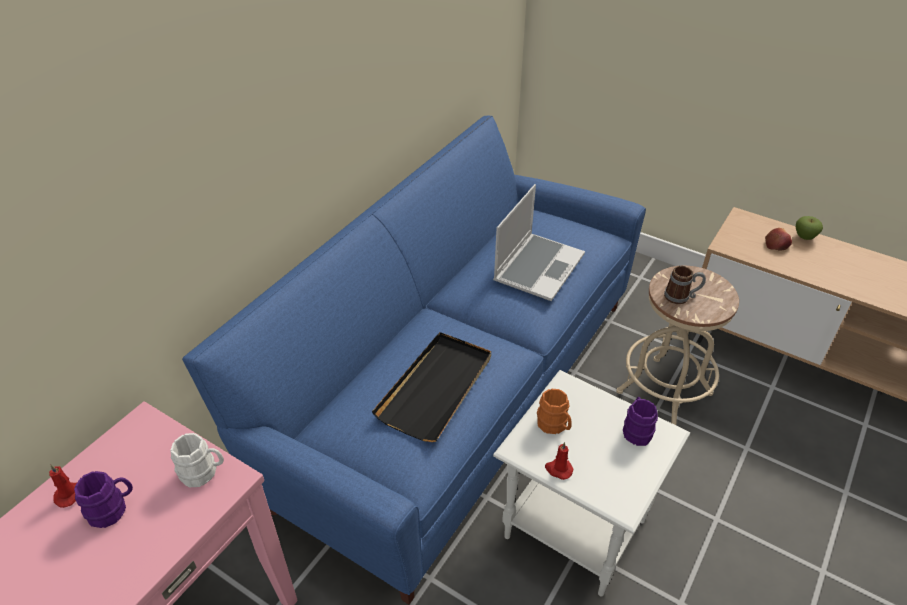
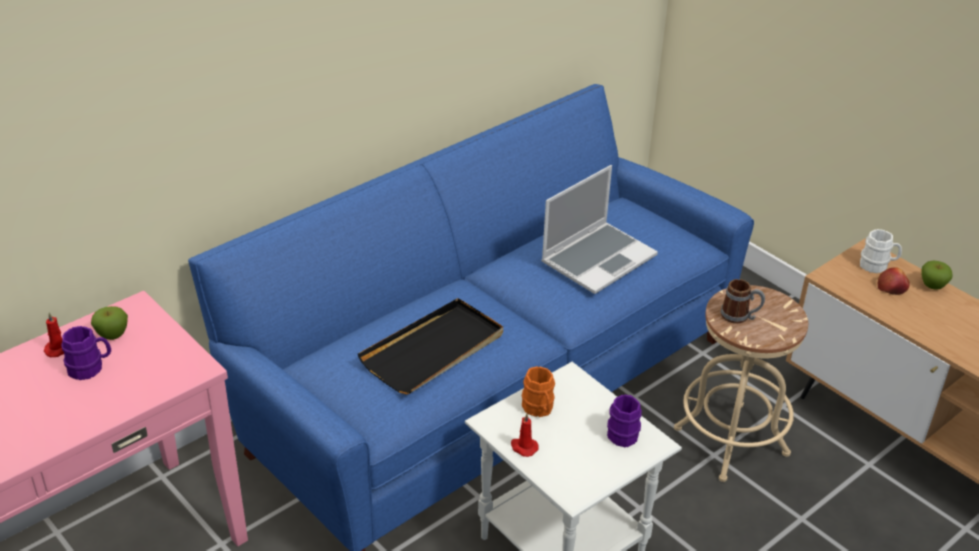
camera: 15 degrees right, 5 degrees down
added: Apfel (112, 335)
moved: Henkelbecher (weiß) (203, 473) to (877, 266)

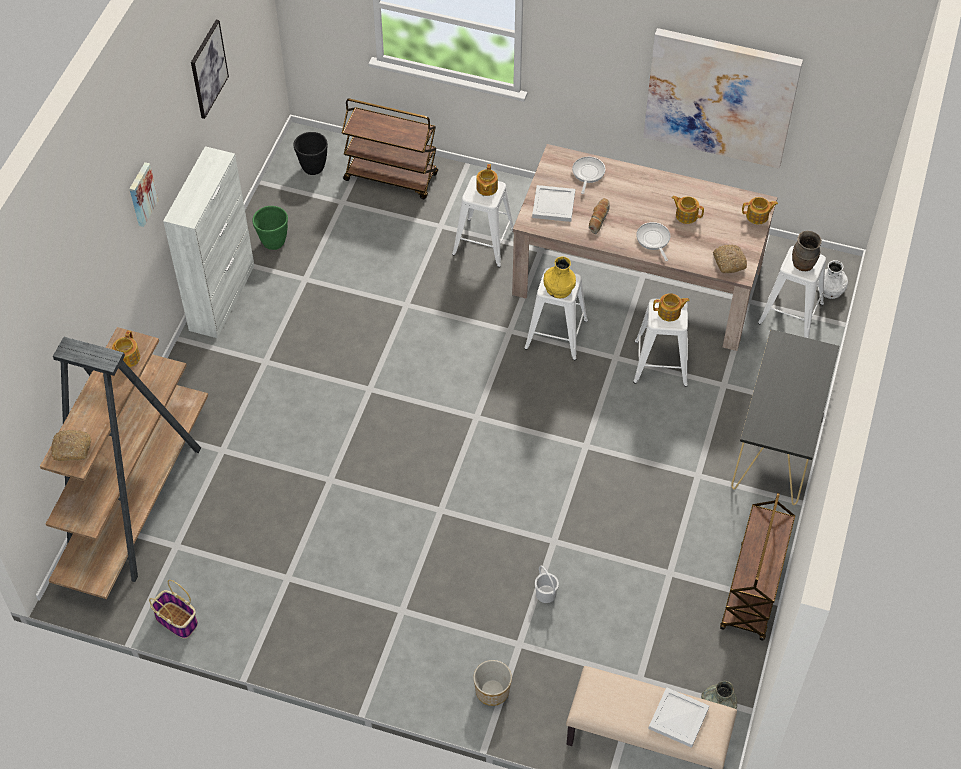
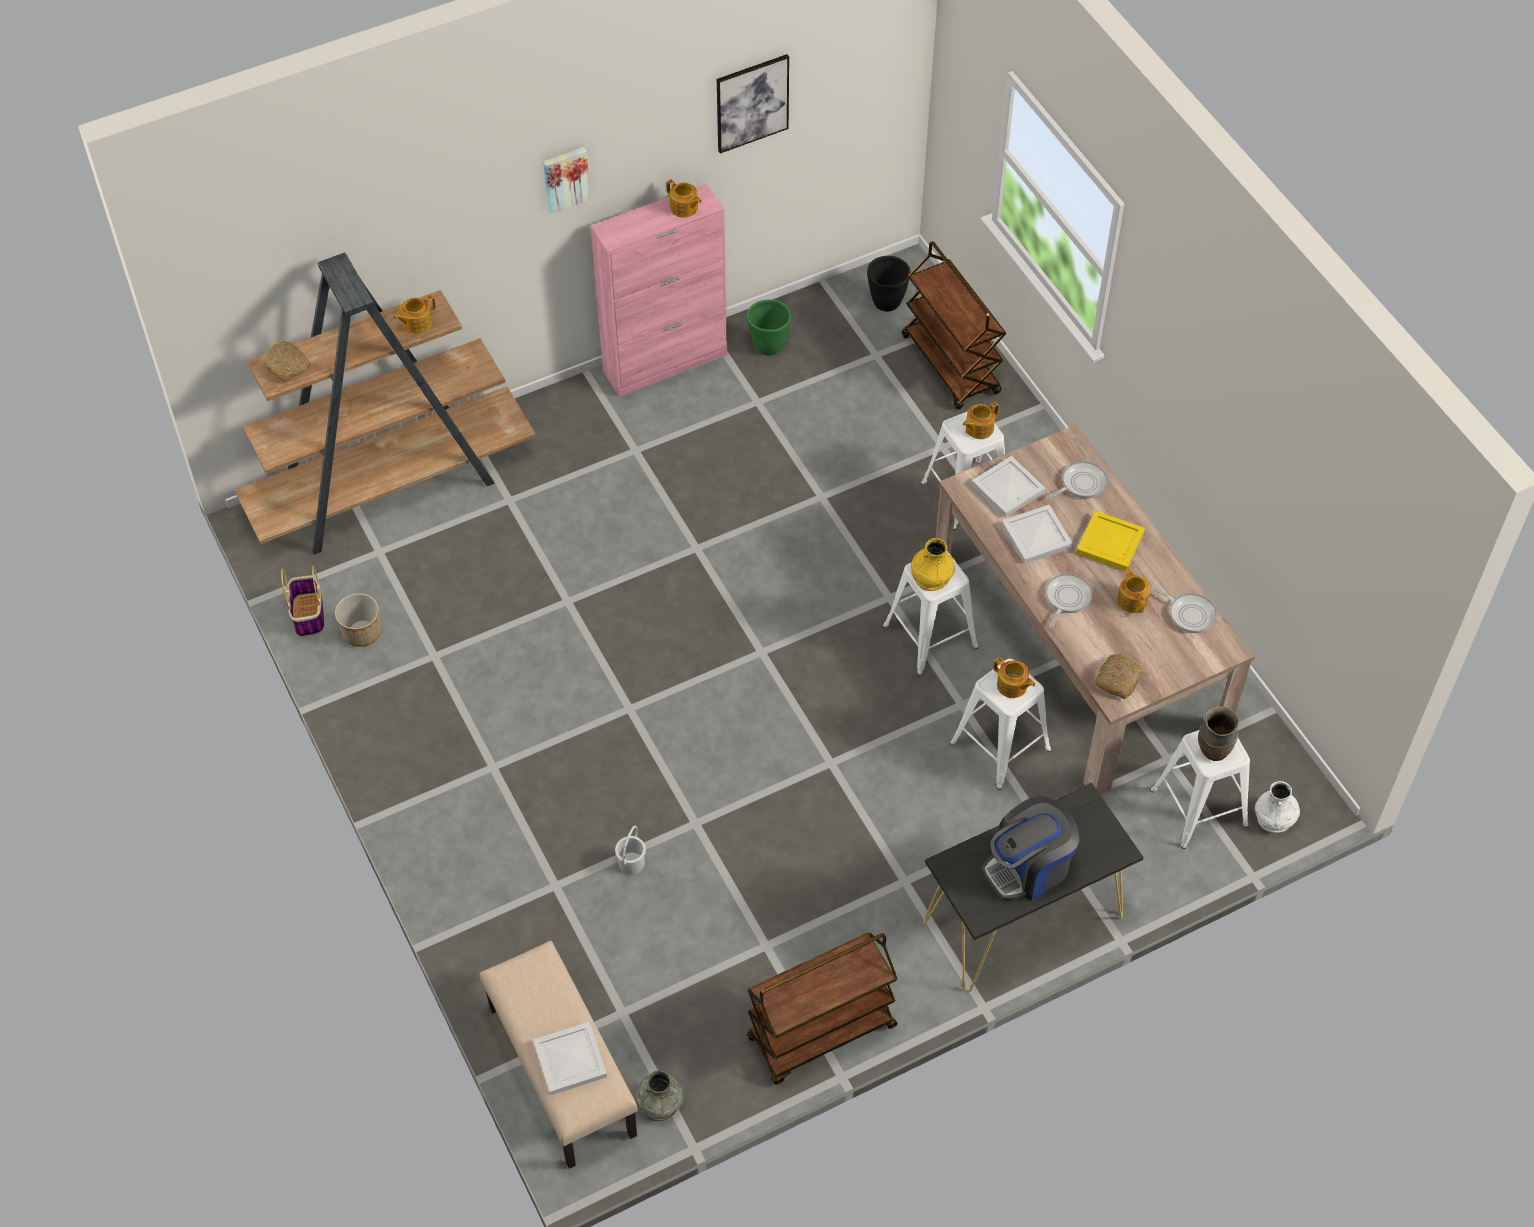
camera: 45 degrees right, 0 degrees up
removed: Bild (720, 96)
added: Kaffeemaschine (1028, 868); Tablett (gelb) (1109, 542); Pfanne (1189, 613)
moved: Pflanzkübel (492, 691) to (362, 631); Teekanne (758, 216) to (684, 208)
replaced: Brot (598, 218) to Tablett (weiß) (1036, 535)
recoloured: Schrank (weiß) (222, 297) to Schrank (rosa) (666, 363)

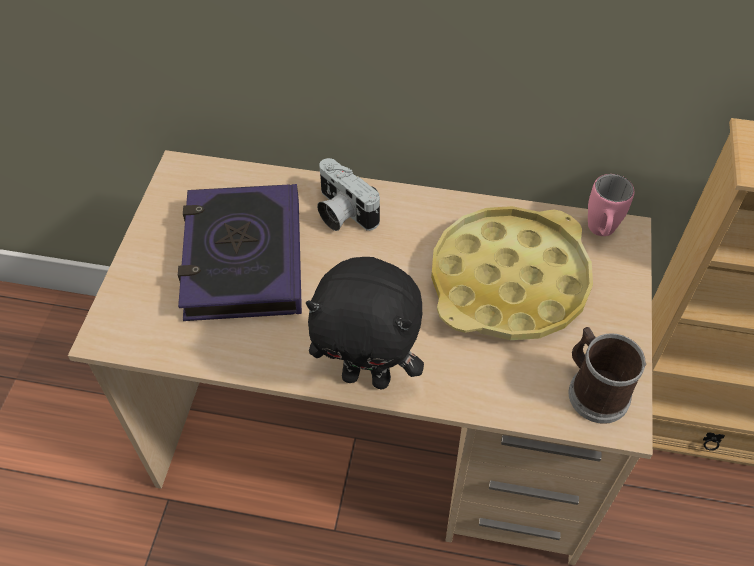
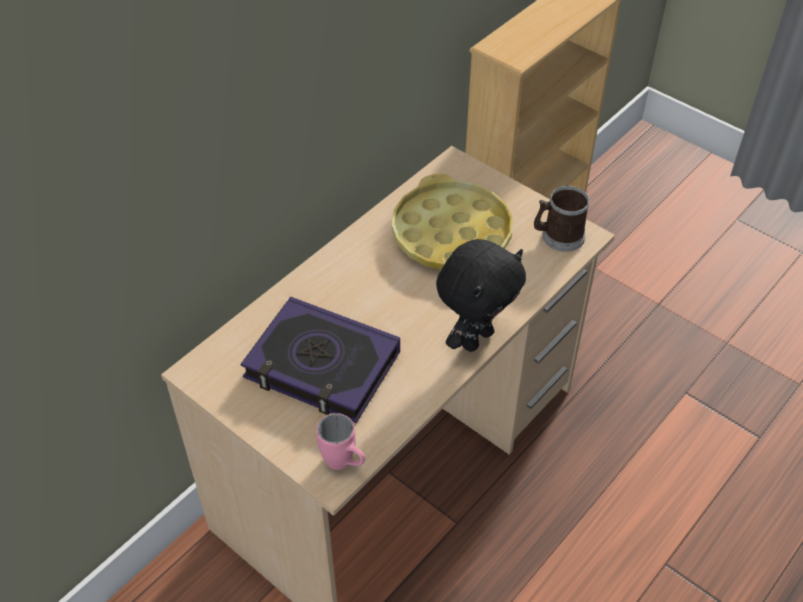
camera: 60 degrees left, 5 degrees down
removed: Kamera (341, 212)
moved: Henkelbecher (rosa) (600, 233) to (344, 464)

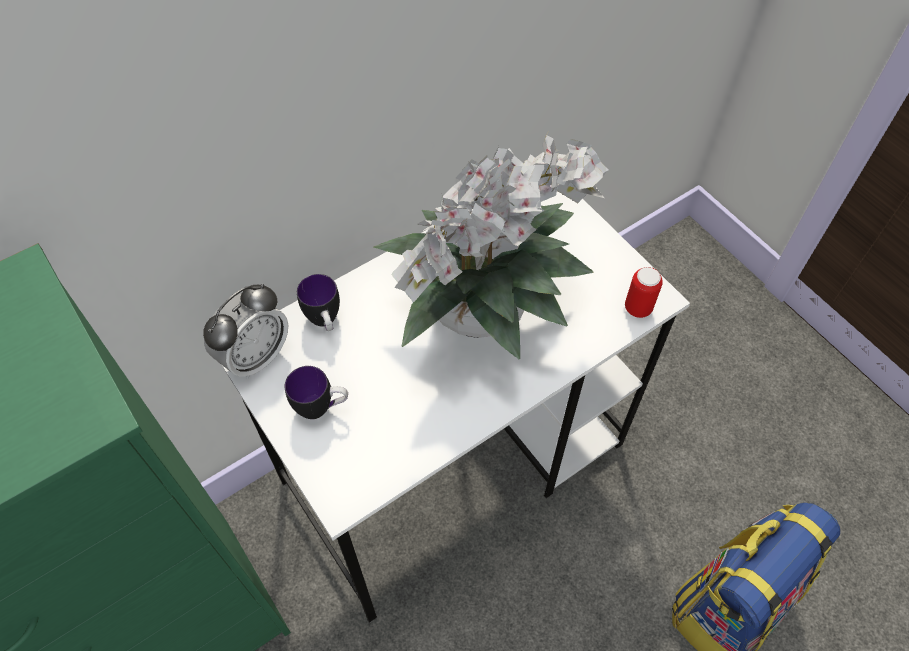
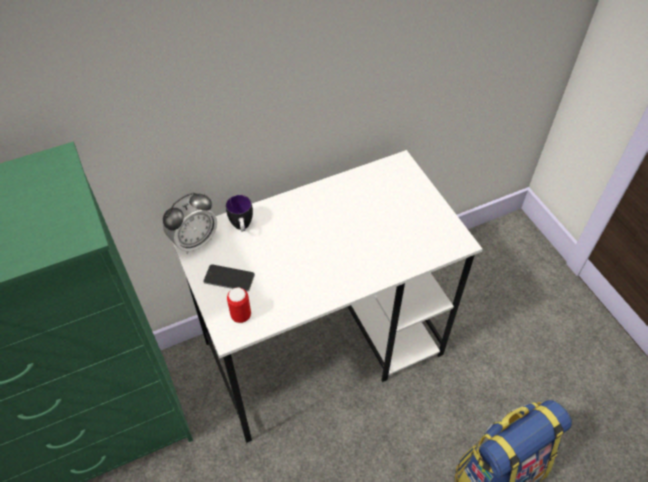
camera: 10 degrees right, 5 degrees down
removed: Topfpflanze (485, 315)
moved: Dose (638, 308) to (241, 315)
replaced: Henkelbecher (322, 408) to Handy (229, 278)

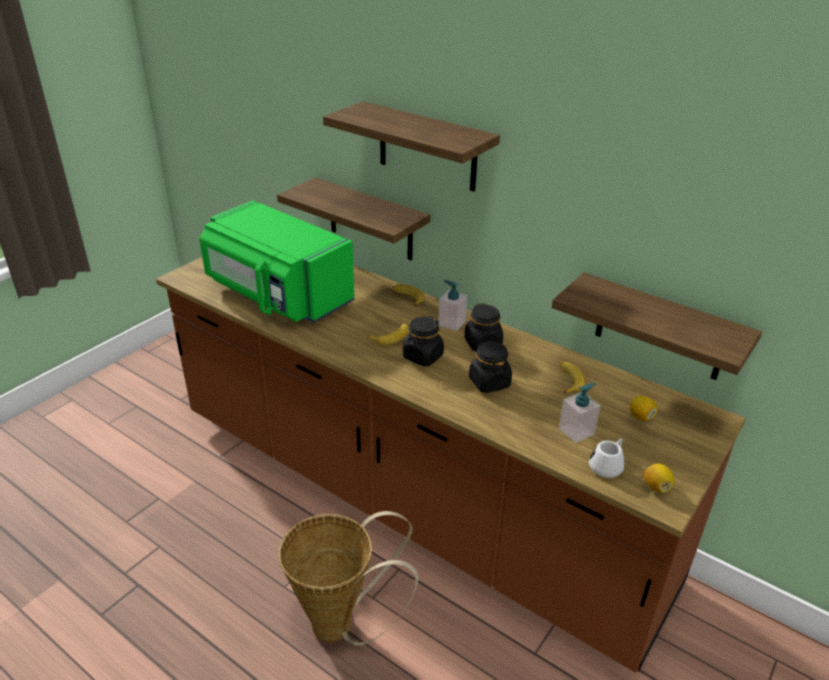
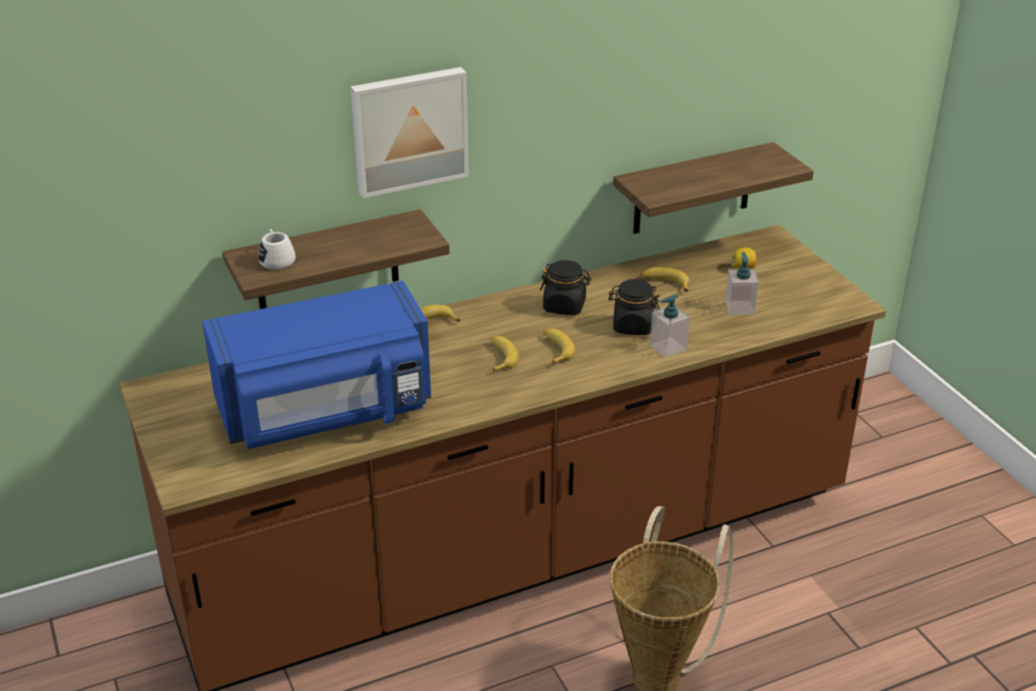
camera: 60 degrees left, 0 degrees up
removed: Zitrone (656, 486)
moved: Seifenspender (451, 323) to (668, 347); Henkelbecher (weiß) (608, 464) to (276, 259)
replaced: Wandregal (427, 147) to Bild (409, 130); Vorratsglas (schwarz) (422, 356) to Banane (555, 349)
recoloured: Mikrowelle (grün) (277, 295) to Mikrowelle (blau) (327, 413)

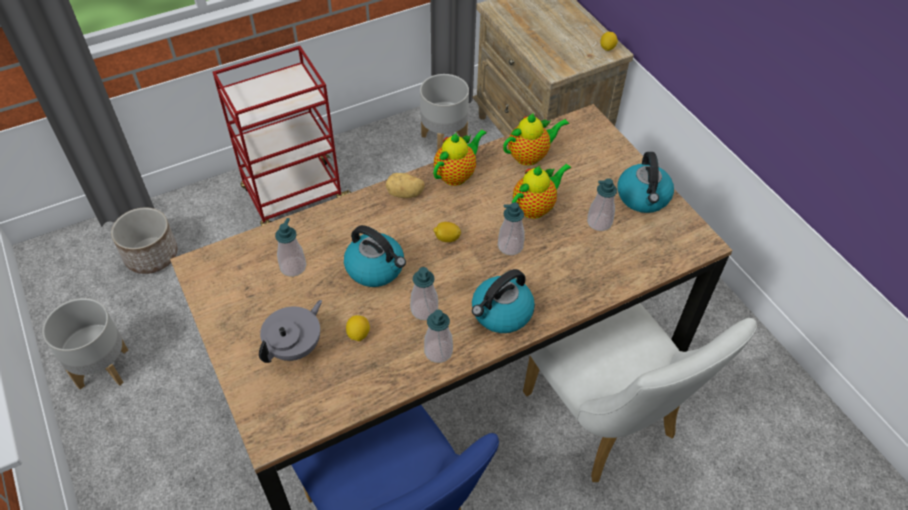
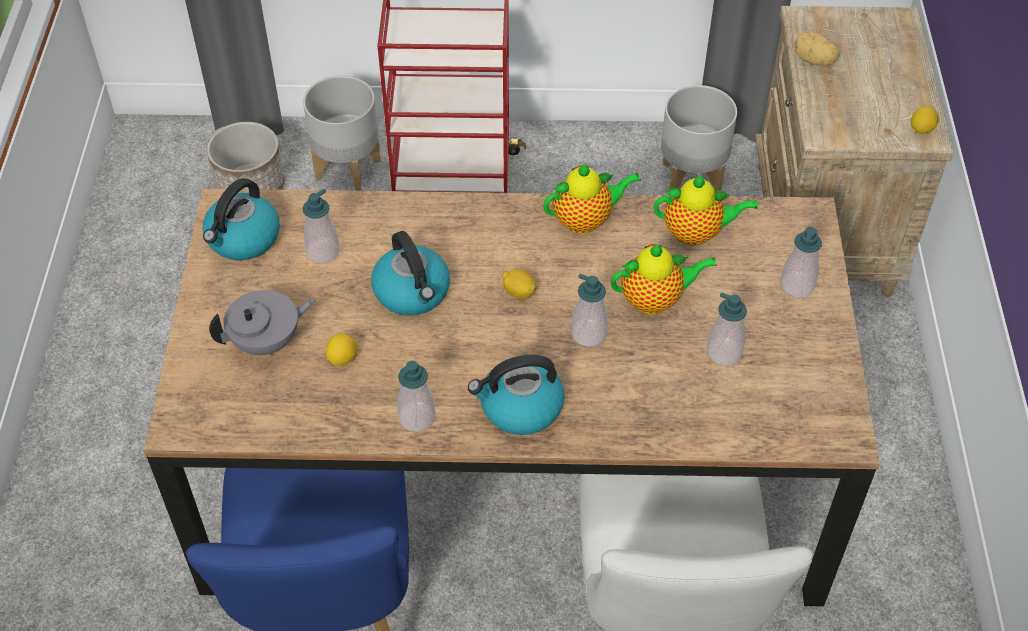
camera: 30 degrees right, 0 degrees up
moved: Pflanzkübel (grau) (103, 367) to (348, 168); Kartoffel (405, 194) to (813, 61); Seifenspender (424, 310) to (797, 285); Wasserkessel (643, 197) to (243, 239)

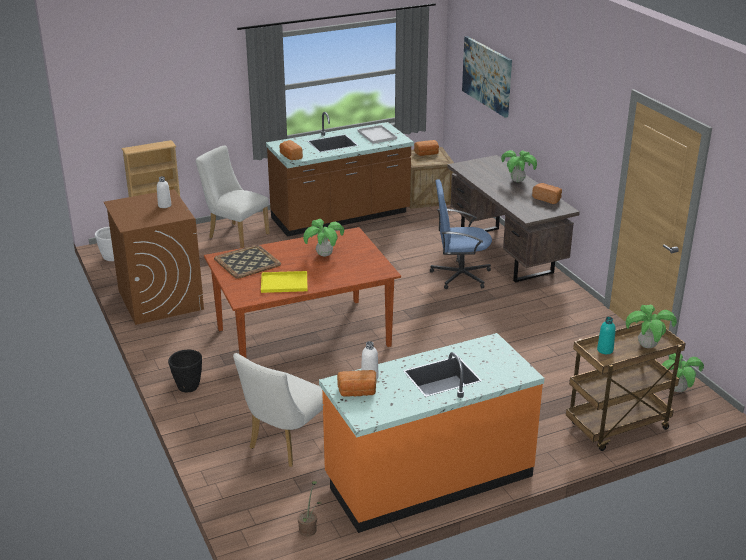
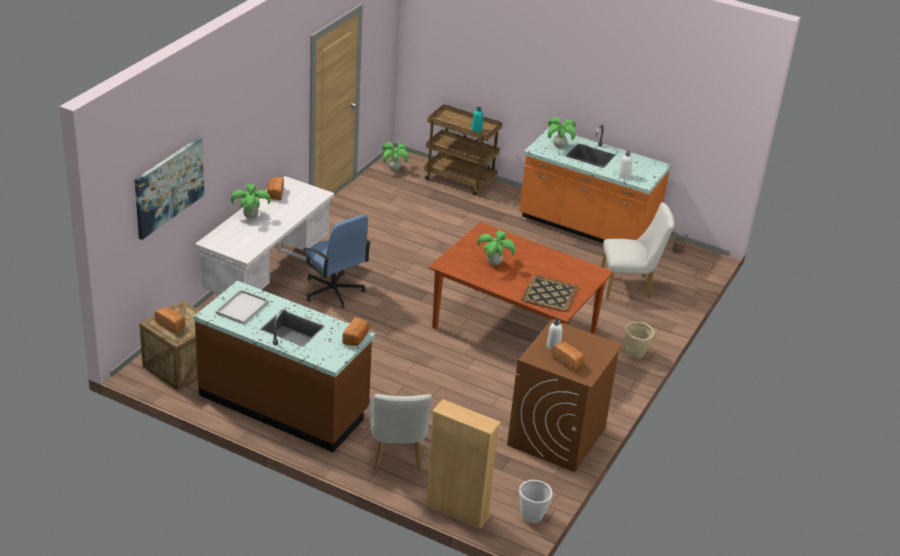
camera: 130 degrees left, 5 degrees up
removed: Tablett (gelb) (283, 283)
moved: Brot (357, 392) to (568, 362); Topfpflanze (647, 346) to (559, 146)
recoloured: Pflanzkübel (schwarz) (188, 387) to Pflanzkübel (beige) (635, 354); Schreibtisch (braun) (506, 254) to Schreibtisch (weiß) (267, 280)

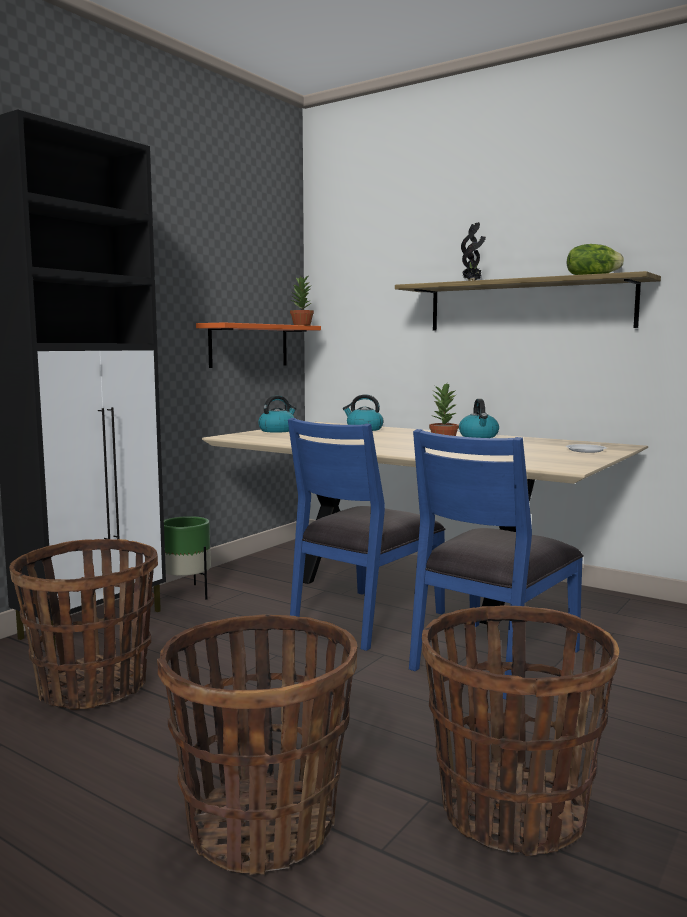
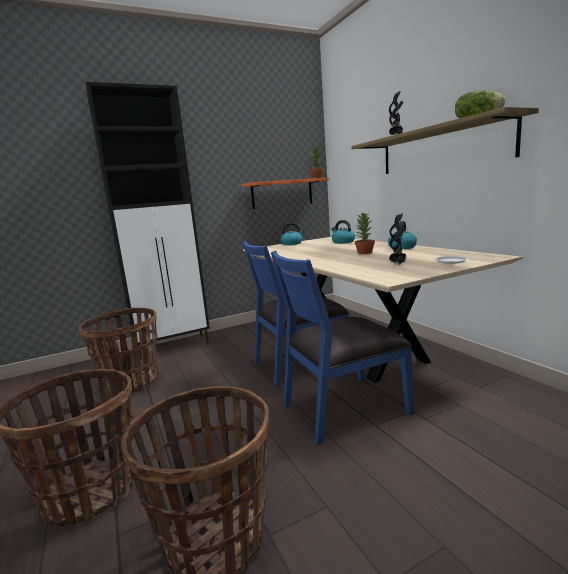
camera: 30 degrees right, 5 degrees up
removed: Pflanzkübel (grün) (187, 593)
added: Topfpflanze (398, 264)

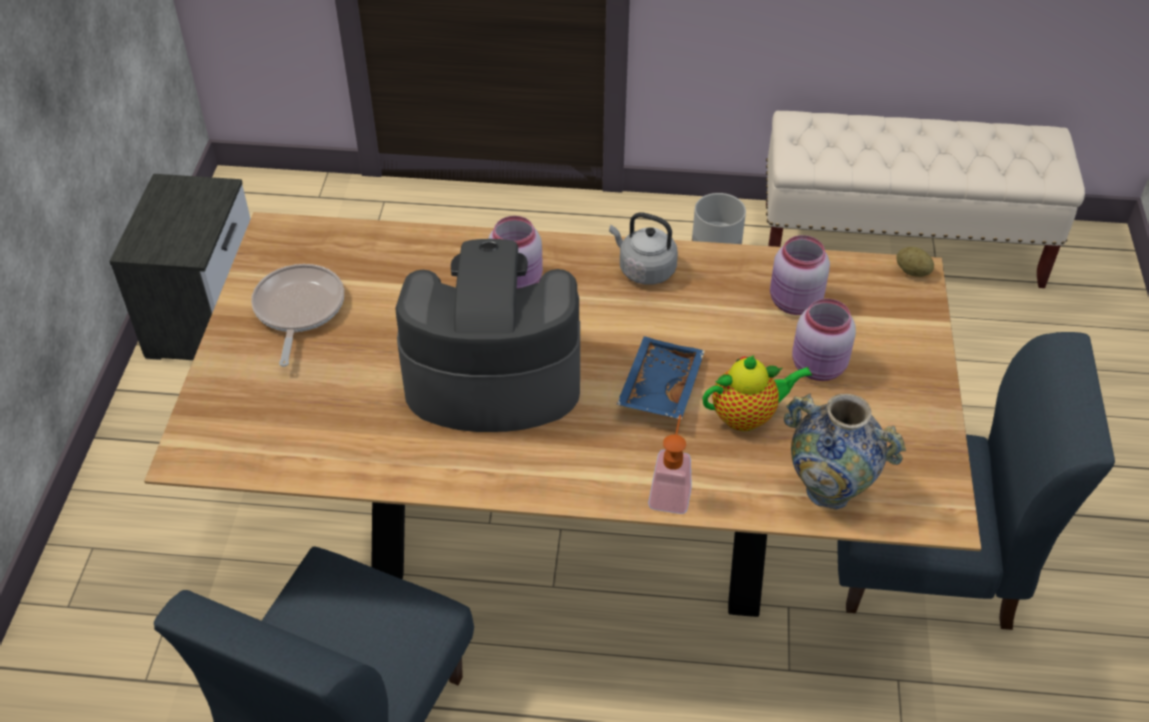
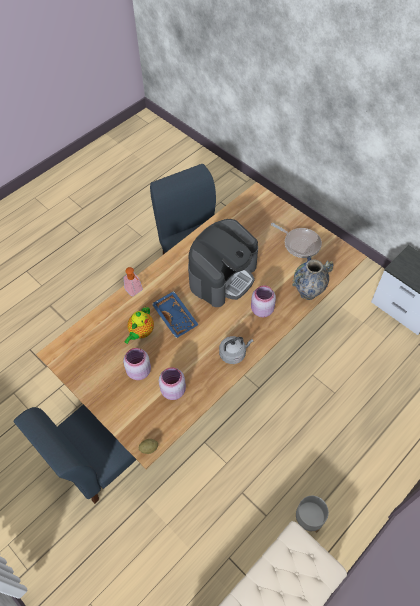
camera: 130 degrees right, 10 degrees up
moved: Vase (828, 491) to (307, 293)

